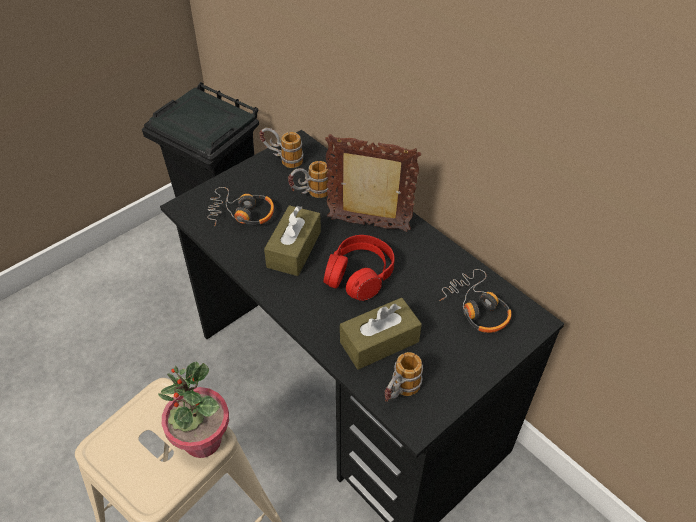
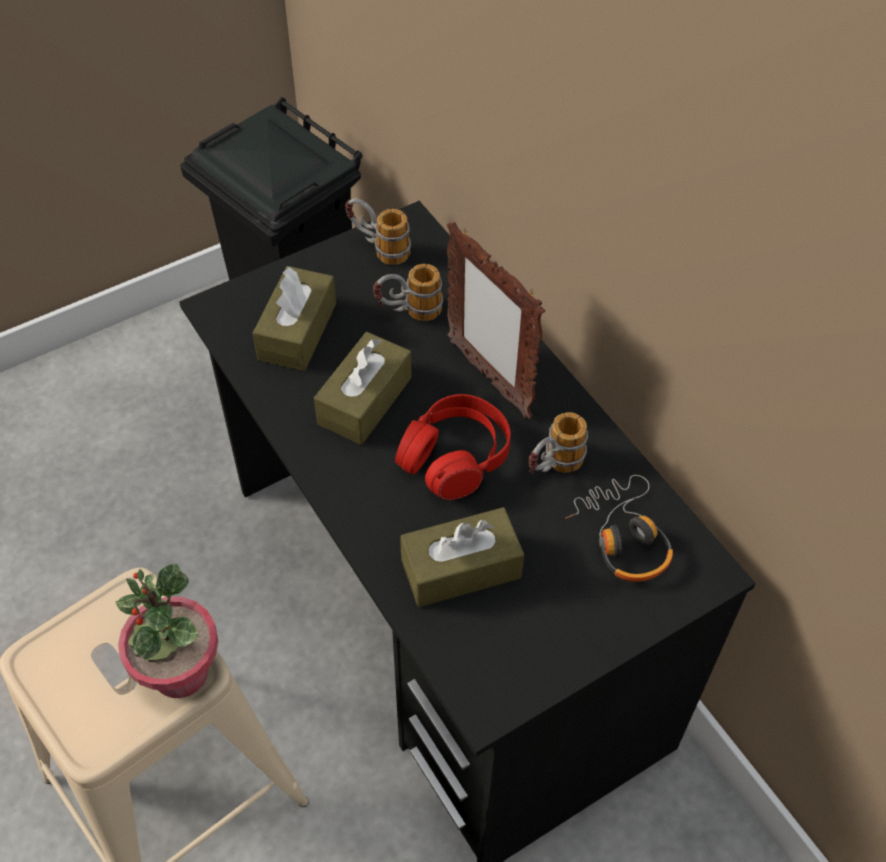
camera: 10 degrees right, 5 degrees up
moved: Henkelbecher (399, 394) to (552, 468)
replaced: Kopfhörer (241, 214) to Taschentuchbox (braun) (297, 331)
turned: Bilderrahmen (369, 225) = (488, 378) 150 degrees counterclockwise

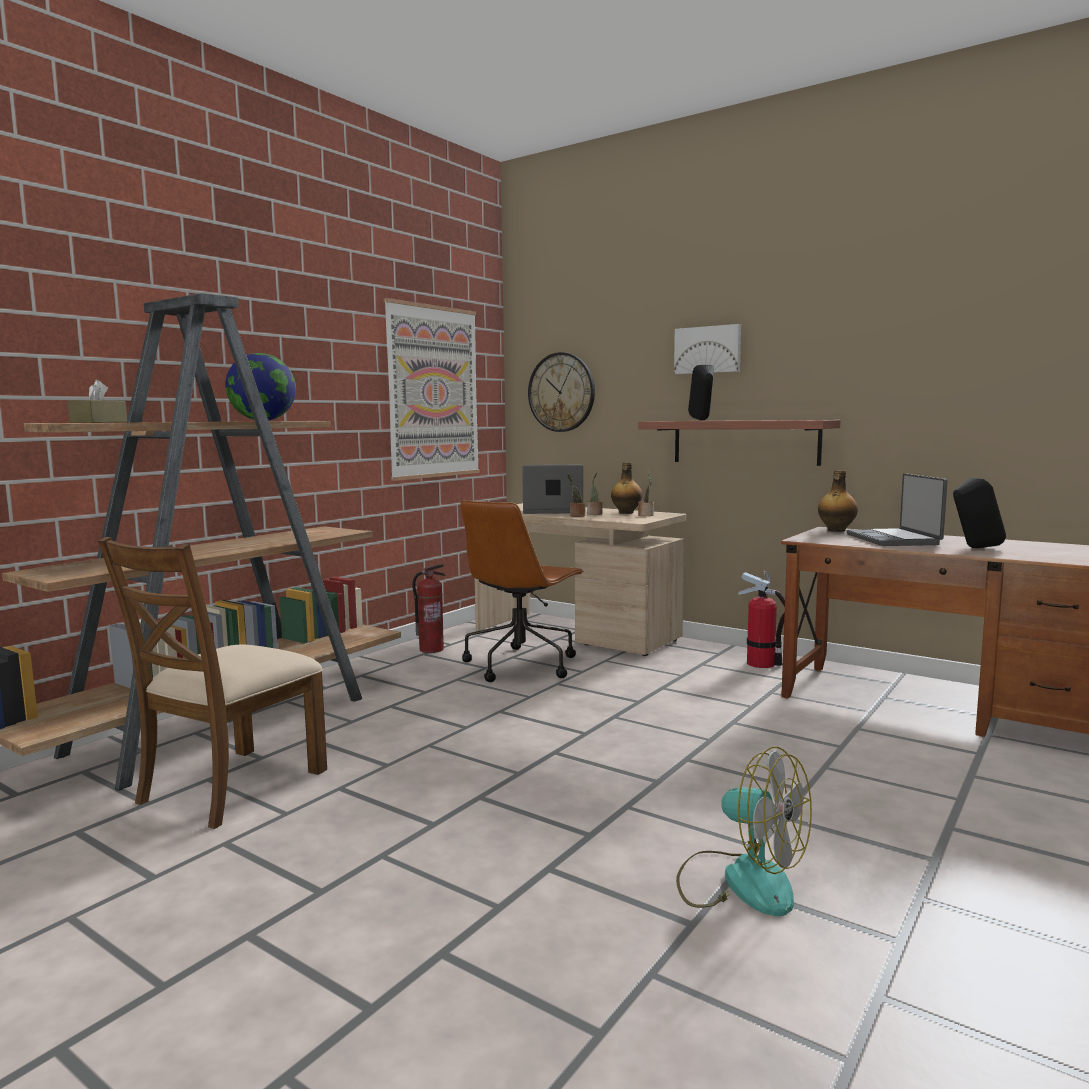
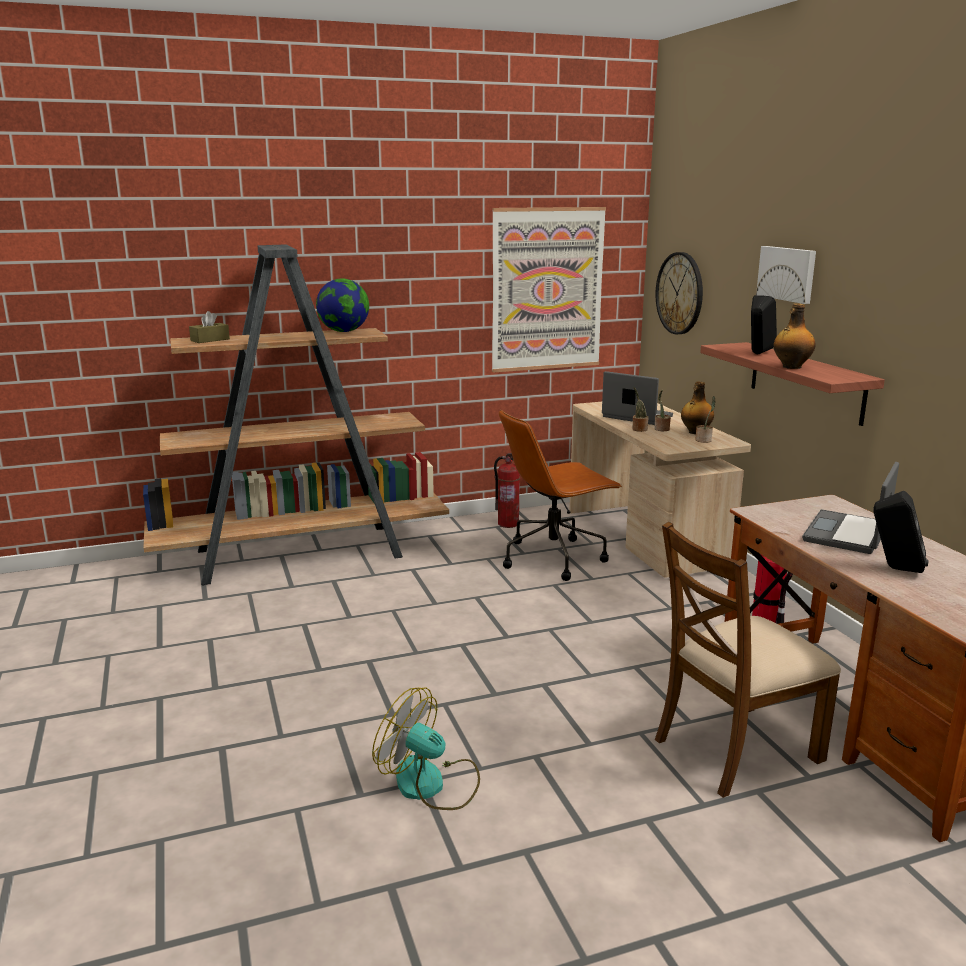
camera: 35 degrees right, 10 degrees up
moved: Stuhl (braun) (231, 786) to (735, 748); Flasche (836, 530) to (791, 367)
turned: Ventilator (741, 881) = (431, 784) 135 degrees clockwise

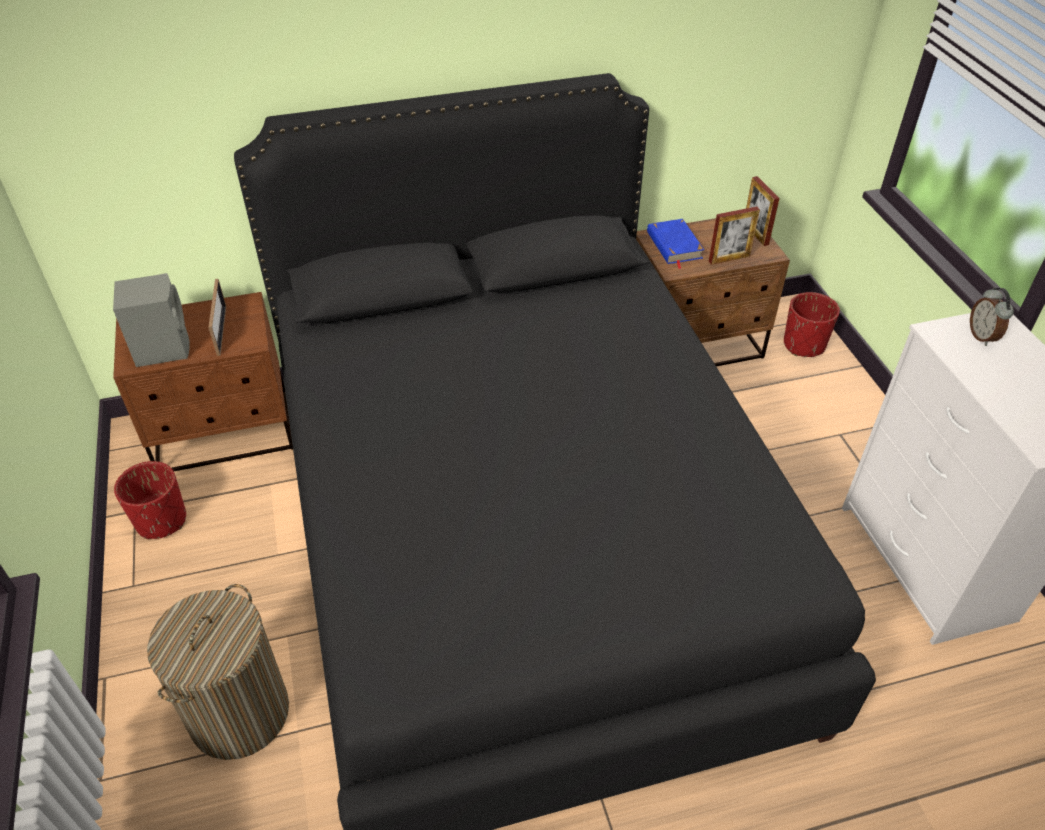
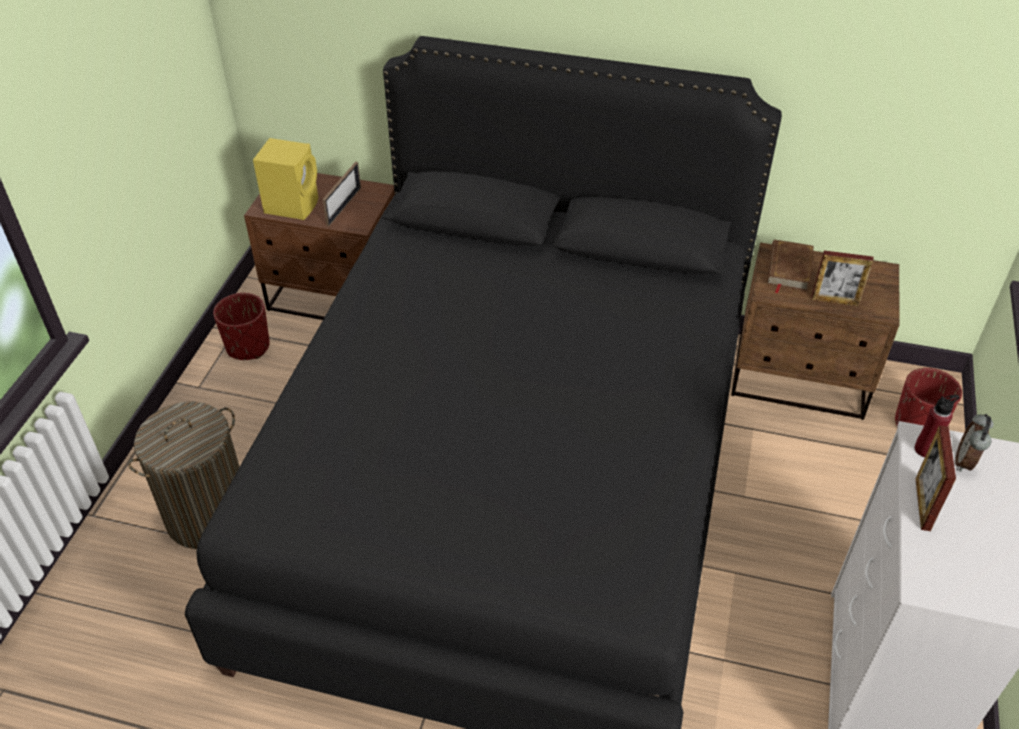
camera: 30 degrees right, 0 degrees up
added: Flasche (rot) (925, 449)
moved: Bilderrahmen (755, 234) to (922, 504)
recoloured: Lautsprecher (grau) (163, 347) to Lautsprecher (gelb) (293, 204); Buch (blau) (674, 245) to Buch (braun) (788, 269)

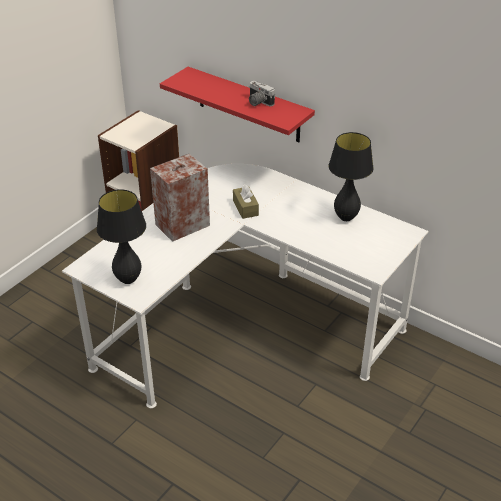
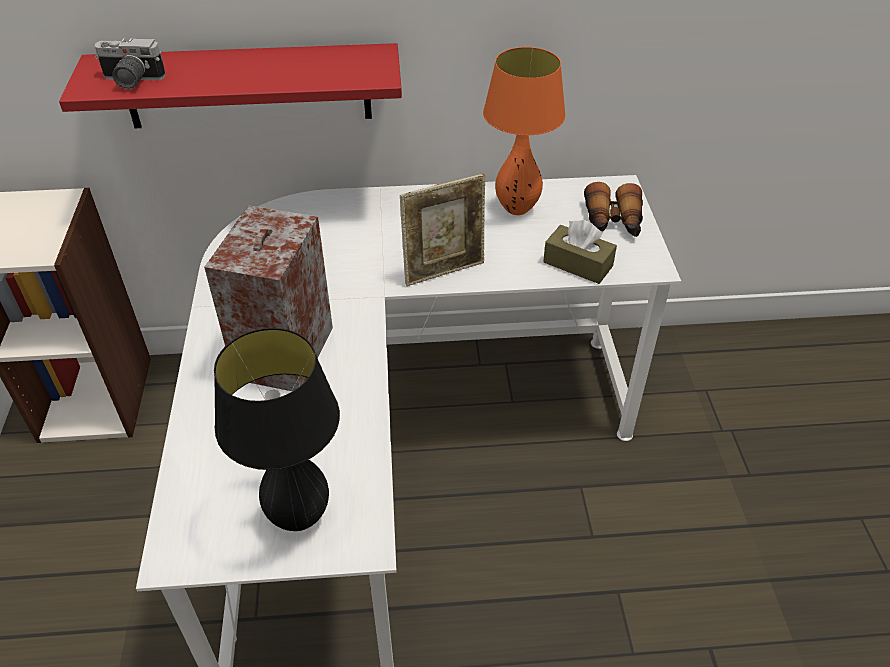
camera: 40 degrees left, 5 degrees up
added: Bilderrahmen (444, 271); Fernglas (613, 222)
moved: Taschentuchbox (braun) (245, 208) to (578, 264); Kamera (258, 102) to (131, 81)
recoloured: Tischlampe (schwarz) (346, 218) to Tischlampe (orange) (517, 209)

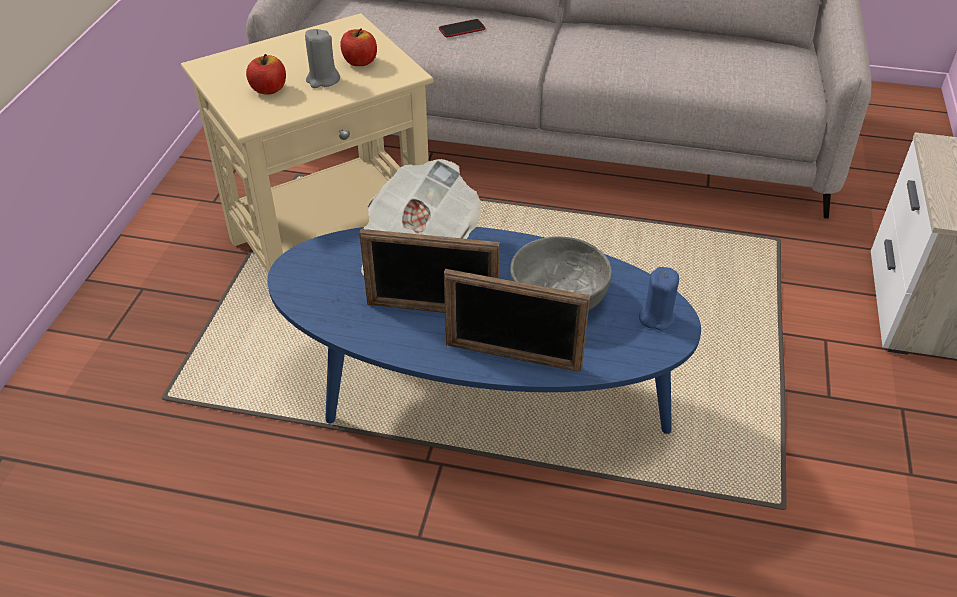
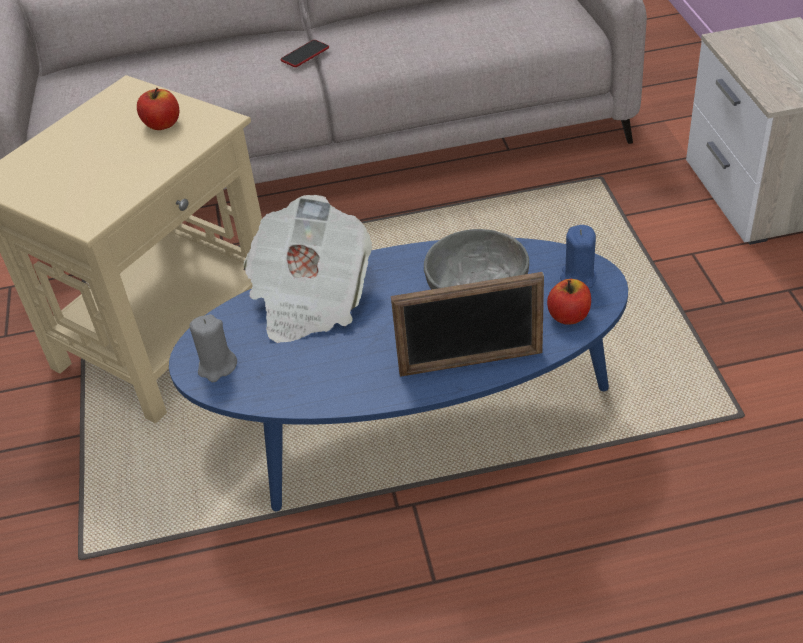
camera: 20 degrees left, 0 degrees up
removed: Bilderrahmen (432, 310)
moved: Apfel (269, 89) to (569, 316); Kerze (grau) (323, 80) to (217, 367); Handy (462, 29) to (305, 54)

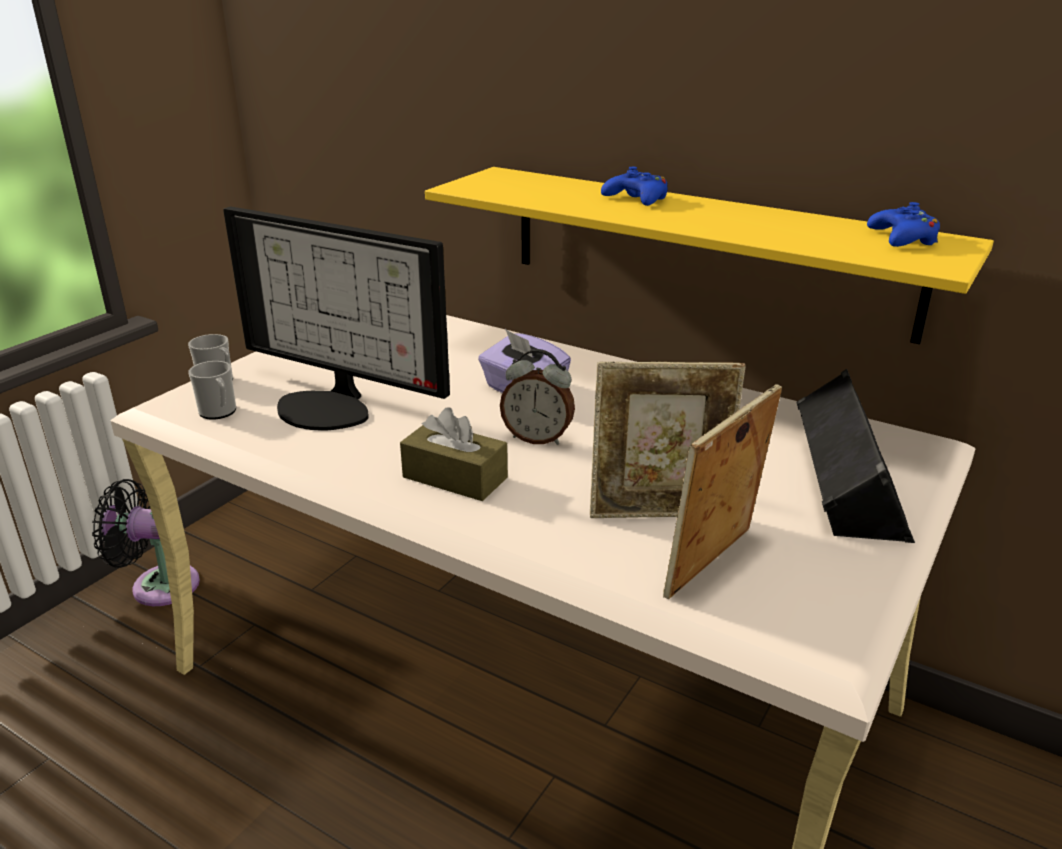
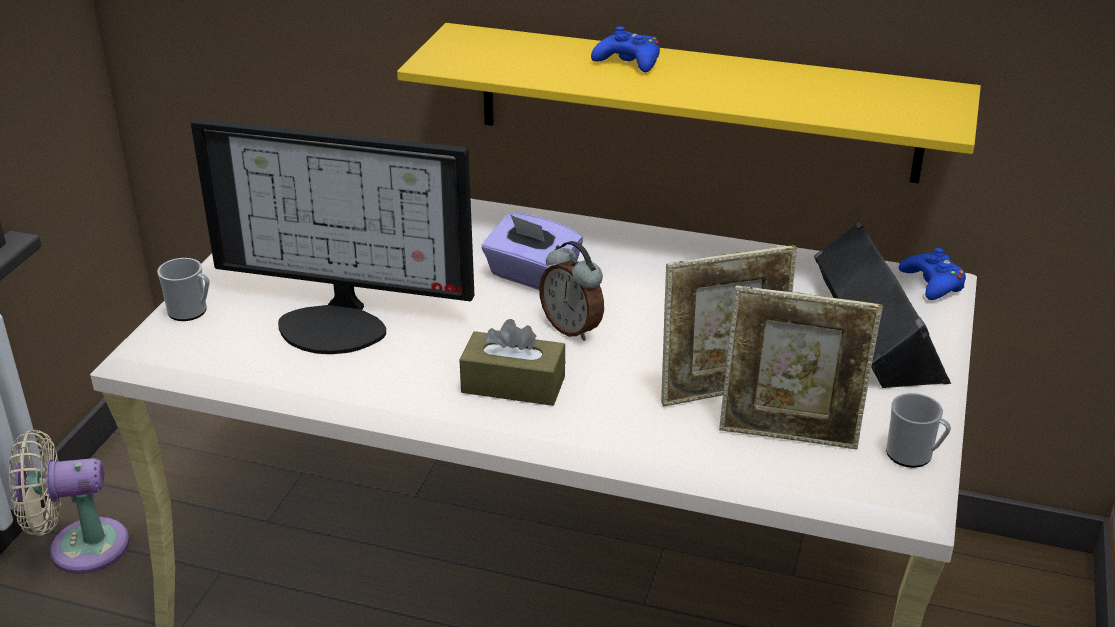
camera: 15 degrees left, 5 degrees up
moved: Henkelbecher (219, 413) to (914, 455); Gamepad (blau) (902, 239) to (932, 283)
recoloured: Ventilator (schwarz) (159, 585) to Ventilator (beige) (80, 547)
turned: Wecker (537, 438) = (572, 328) 45 degrees clockwise; Bilderrahmen (712, 566) = (789, 435) 105 degrees counterclockwise

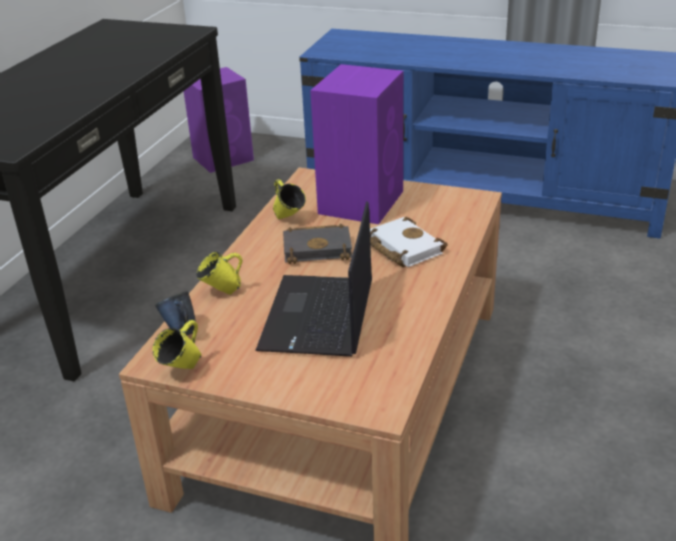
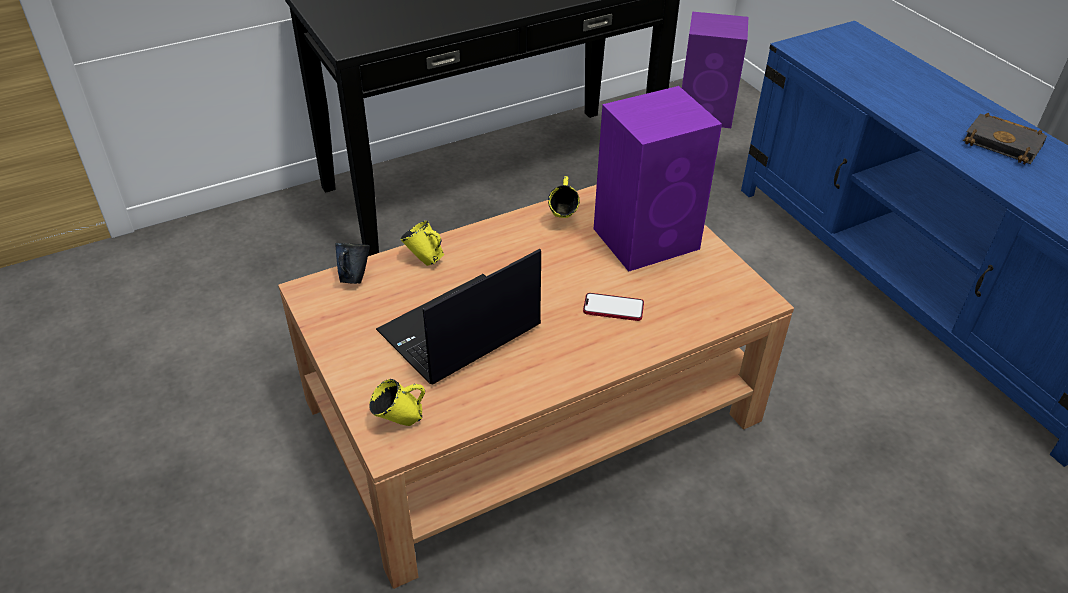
camera: 40 degrees right, 10 degrees up
moved: Henkelbecher (gelb) (182, 370) to (400, 422); Buch (schwarz) (319, 248) to (1005, 143)
replaced: Buch (weiß) (401, 248) to Handy (613, 308)

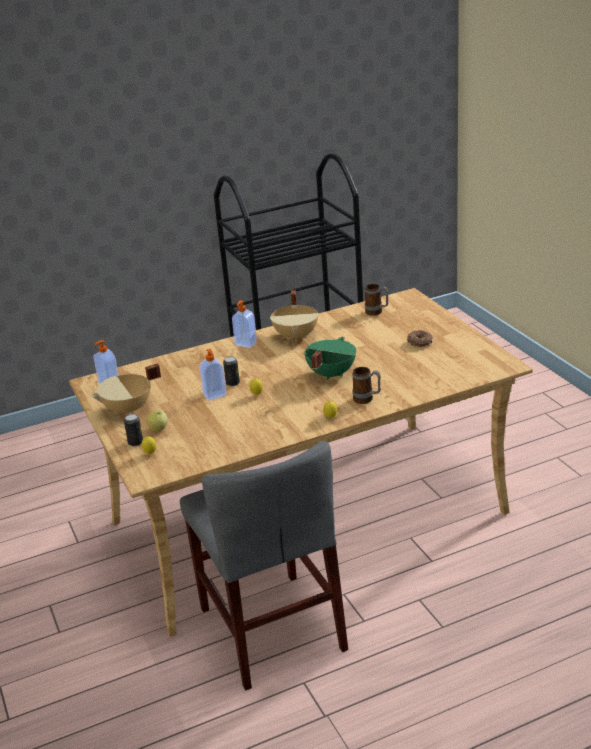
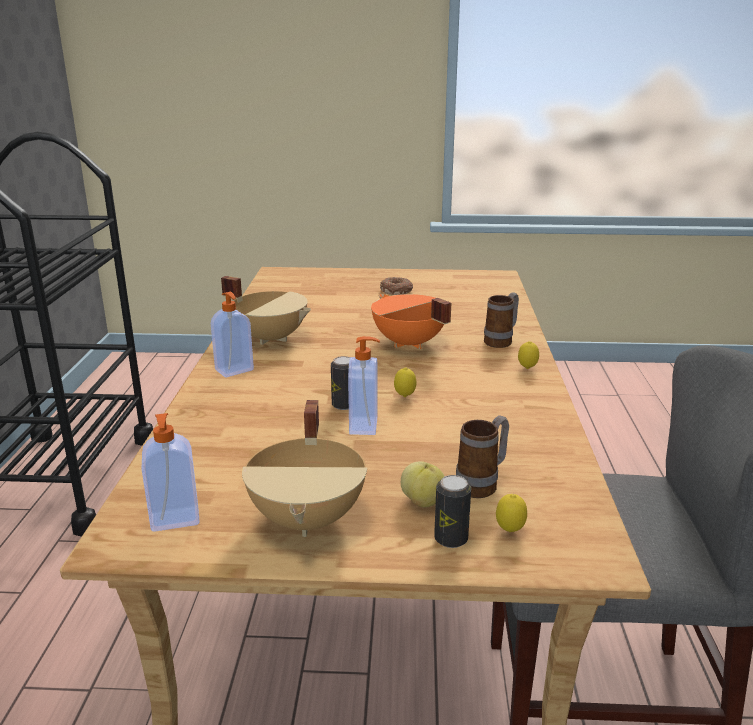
camera: 65 degrees left, 5 degrees down
moved: Henkelbecher (377, 312) to (482, 484)
recoloured: Kochtopf (grün) (330, 374) to Kochtopf (orange) (408, 343)

